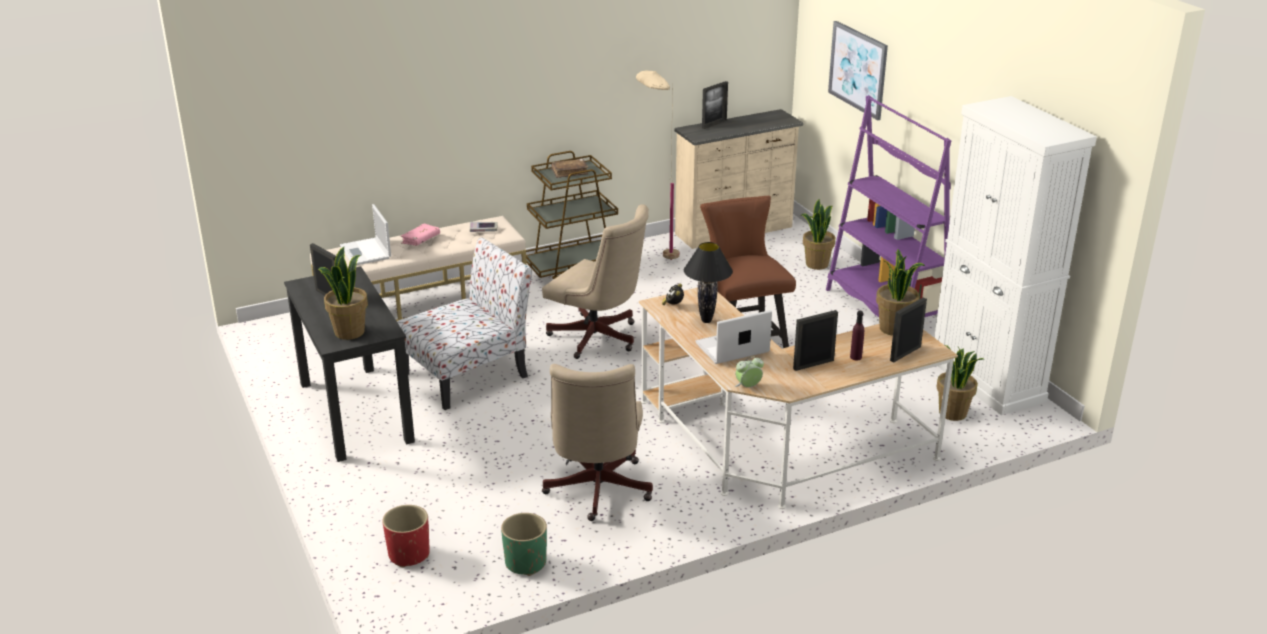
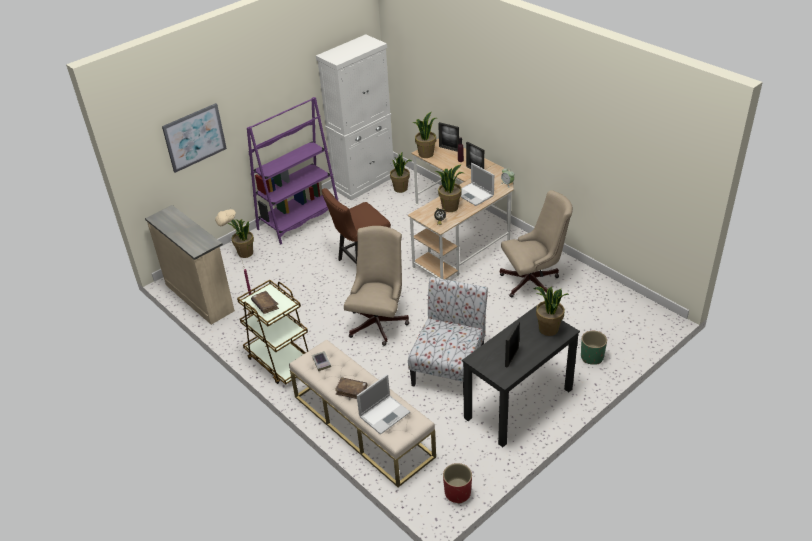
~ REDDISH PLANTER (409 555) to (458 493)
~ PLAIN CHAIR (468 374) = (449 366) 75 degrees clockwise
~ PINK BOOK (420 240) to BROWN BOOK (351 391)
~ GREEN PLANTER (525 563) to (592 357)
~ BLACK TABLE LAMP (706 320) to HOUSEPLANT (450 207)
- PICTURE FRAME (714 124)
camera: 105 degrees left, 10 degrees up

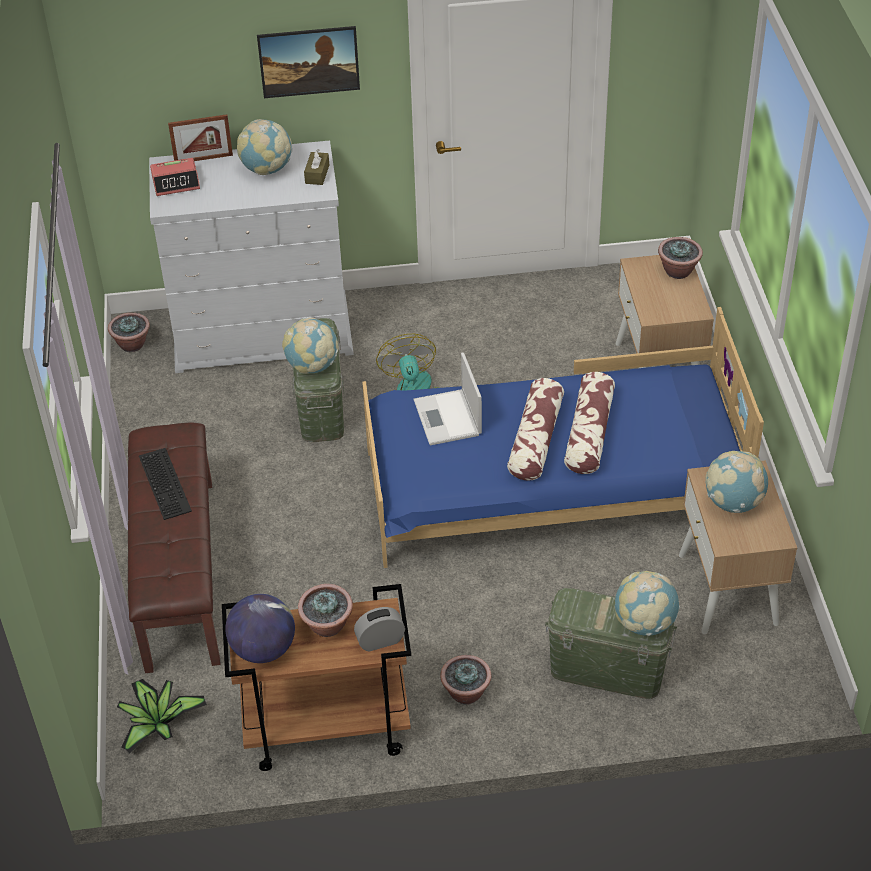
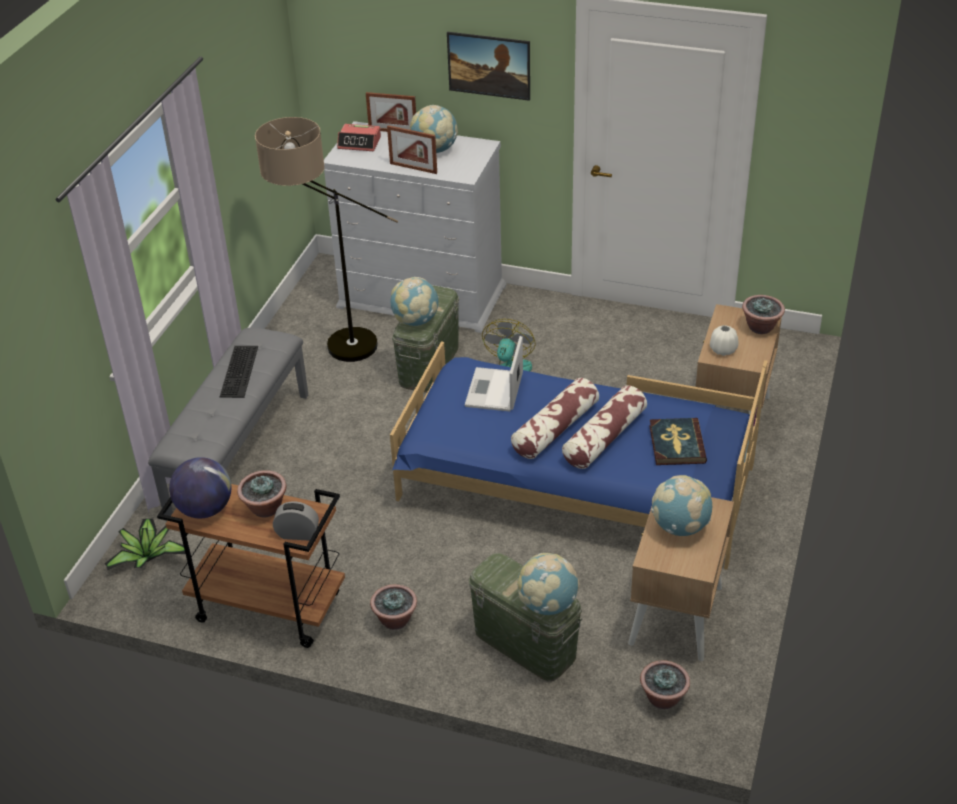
~ HOUSEPLANT (132 344) to (663 698)
~ BROWN LONG SEAT (178 573) to GRAY LONG SEAT (238 453)
- BROWN TISSUE HOLDER (317 174)
+ FLOOR LAMP (333 351)
+ PICTURE FRAME (413 168)
+ BOOK (676 444)
+ WHITISH FLOWER VASE (723 350)
camera: 25 degrees right, 5 degrees down

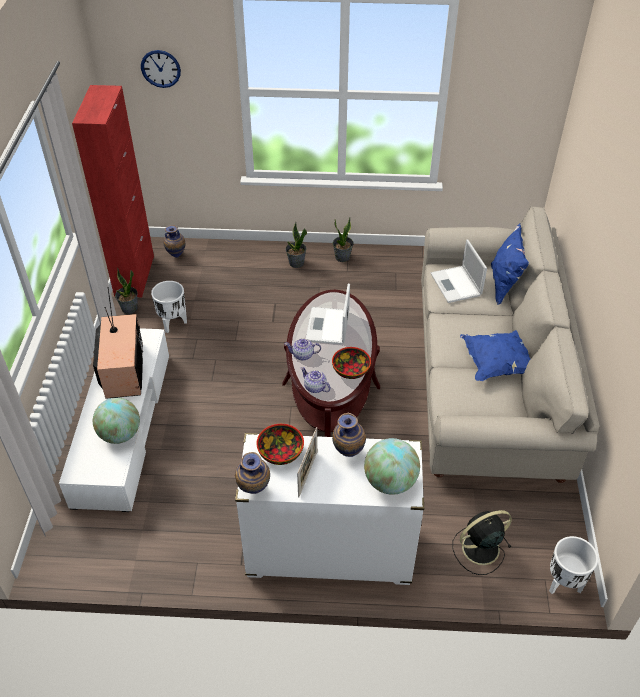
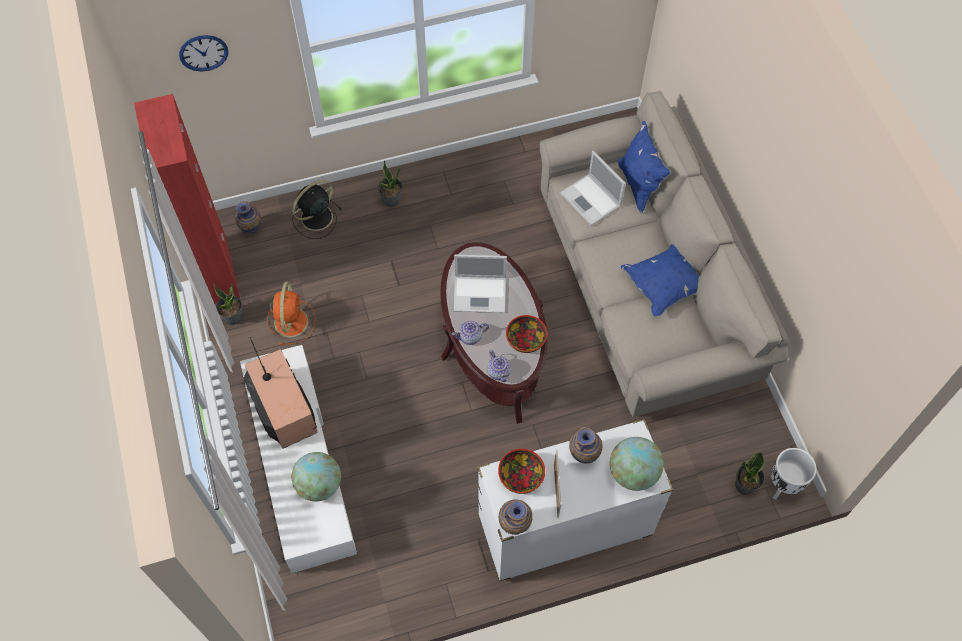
~ WHITISH PLANTER (173 323) to ORANGE COOLING FAN (291 321)
~ POT FOR TEA (315 387) = (499 371) 135 degrees counterclockwise
~ NOTEBOOK COMPUTER (327 327) = (481 294) 75 degrees counterclockwise
~ HOUSEPLANT (342 257) to (745 485)
~ BLACK COOLING FAN (479 549) to (315 218)
camera: 20 degrees left, 15 degrees up

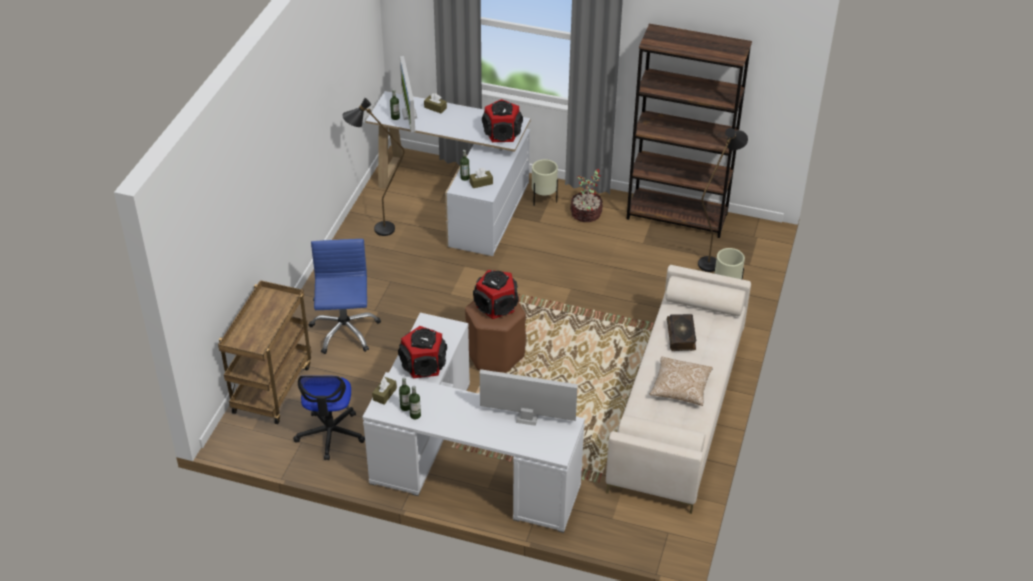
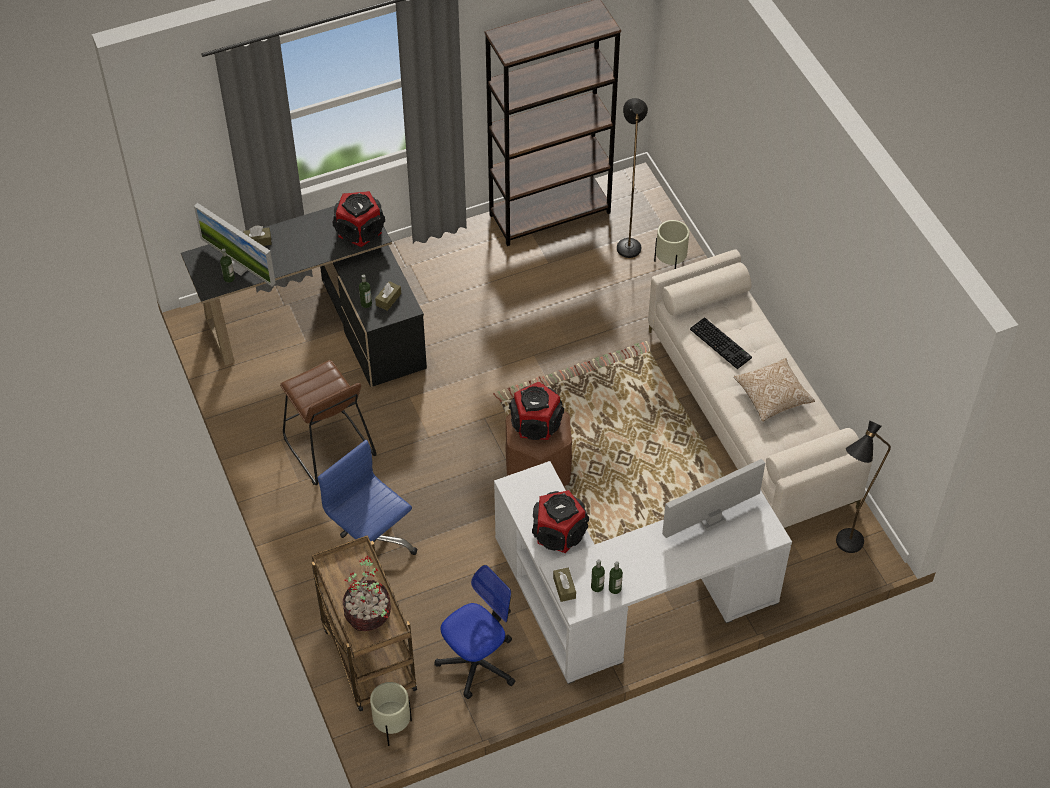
~ COMPUTER CHAIR (330 434) = (477 662) 90 degrees counterclockwise
~ BLACK FLOOR LAMP (376 230) to (844 548)
~ WHITISH DESK (459 198) to BLACK DESK (322 324)
~ SAND-COLOURED PLANTER (544 200) to (392 727)
~ HOUSEPLANT (586 214) to (368 614)
~ BOOK (681 336) to COMPUTER KEYBOARD (722 343)
+ BROWN STOOL SEAT (328 447)
camera: 40 degrees left, 10 degrees up

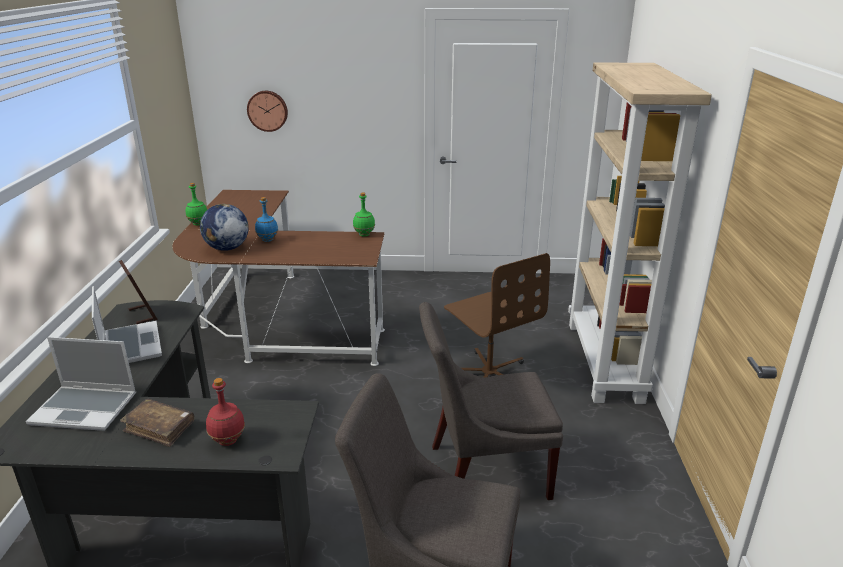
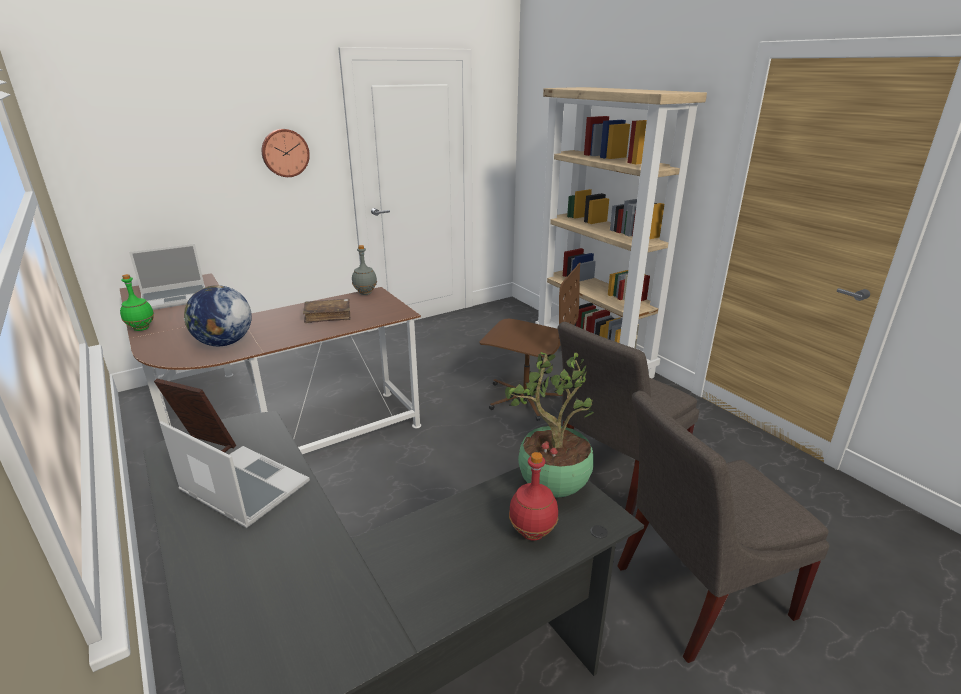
~ NOTEBOOK COMPUTER (86 408) to (176 298)
~ BROWN BOOK (160 428) to (328 316)
~ HANGING CLOCK (268 110) to (285 153)
- BLUISH DRINK BOTTLE (268 240)
~ GREEN DRINK BOTTLE (364 235) to GRAY DRINK BOTTLE (365 293)
+ HOUSEPLANT (551 488)
camera: 35 degrees left, 0 degrees up

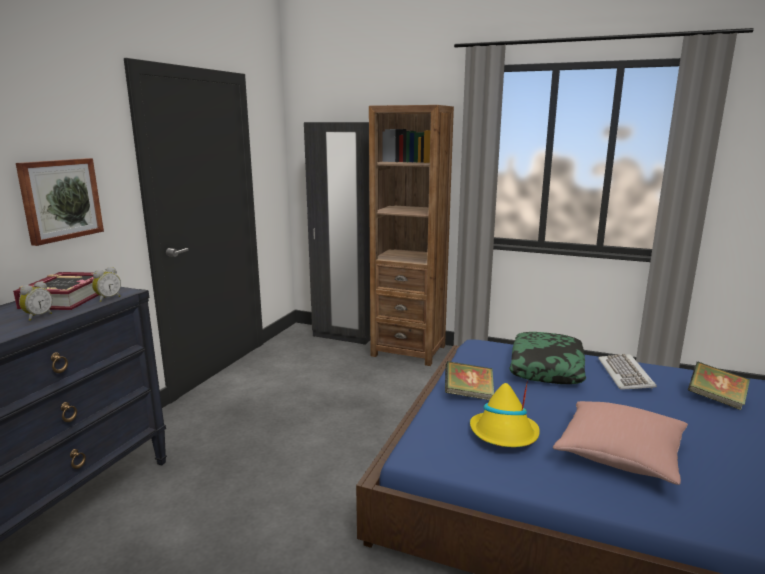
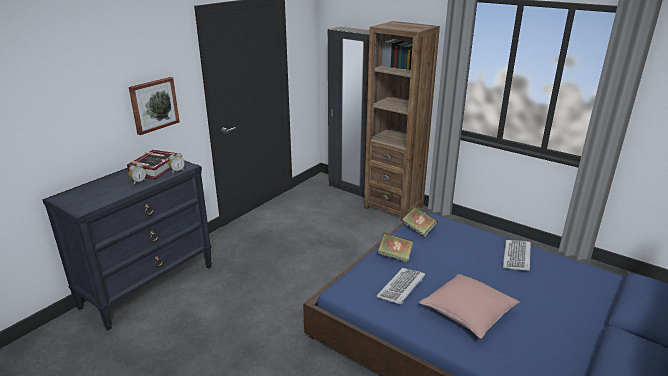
~ YELLOWISH HAT (504 434) to COMPUTER KEYBOARD (401 287)
- THROW PILLOW (547 367)
~ BOOK (715 399) to (418 229)
camera: 15 degrees right, 10 degrees up

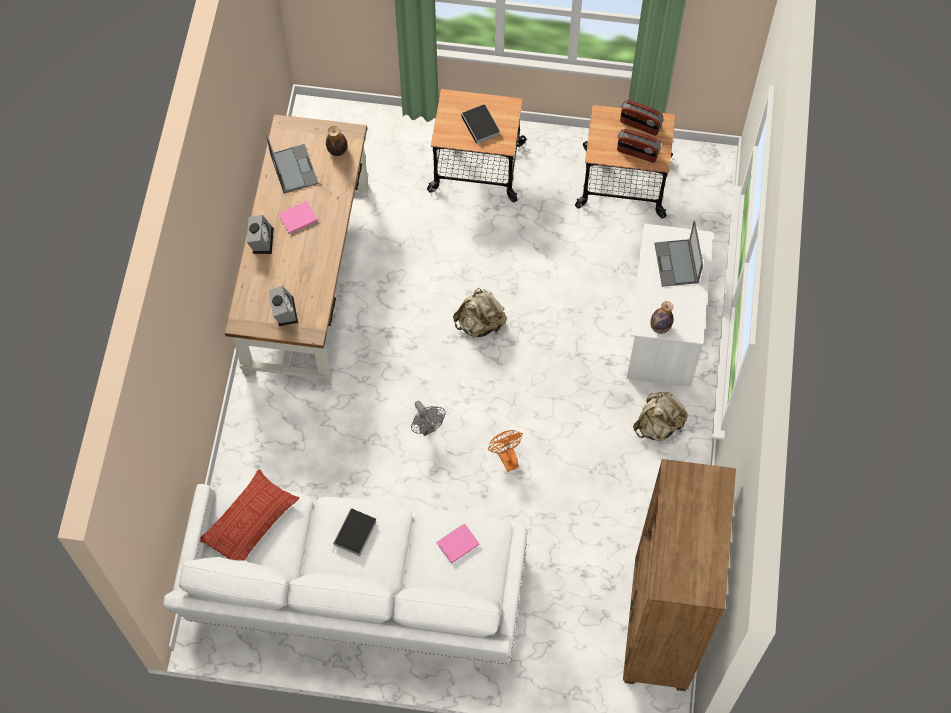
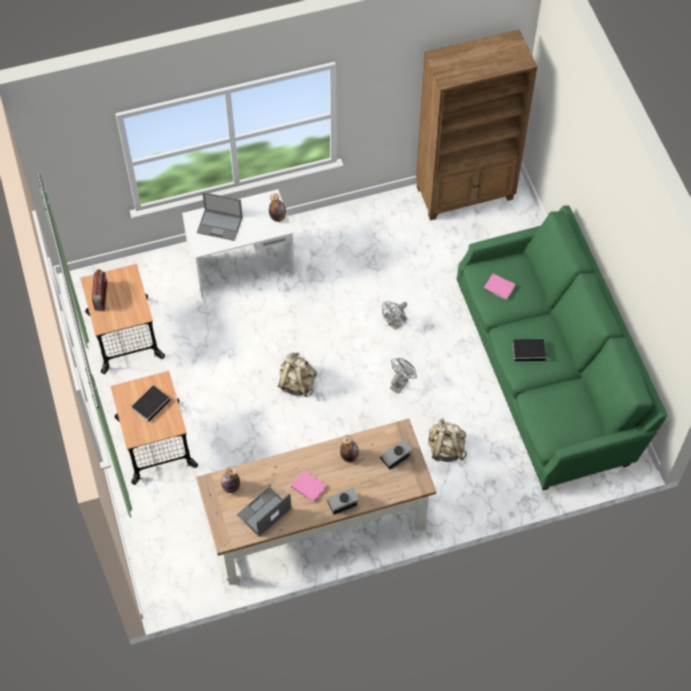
~ WHITISH SOFA (356 594) to GREEN SOFA (548 373)
- THROW PILLOW (250 521)
~ ORANGE COOLING FAN (506 457) to GRAY COOLING FAN (395 324)
- RADIO (637 153)
~ SAND-COLOURED BACKPACK (658 425) to (446 449)
~ NOTEBOOK COMPUTER (676 263) = (220 225) 45 degrees clockwise
+ DRINK BOTTLE (349 456)
camera: 115 degrees left, 5 degrees down

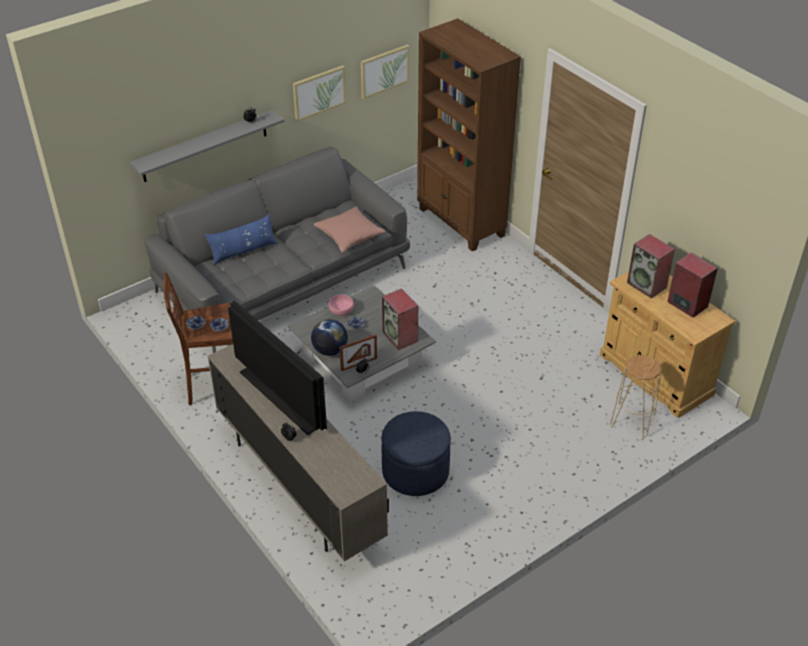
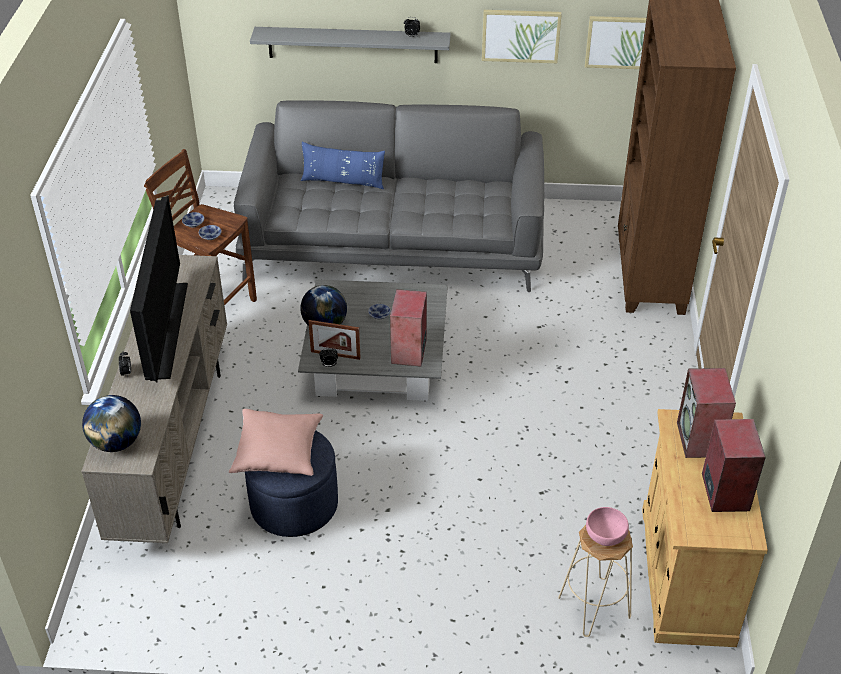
~ PINK THROW PILLOW (349 236) to (278 452)
~ PINK DEEP DISH (341 311) to (605 534)
+ GLOBE (116 443)
camera: 40 degrees right, 0 degrees up

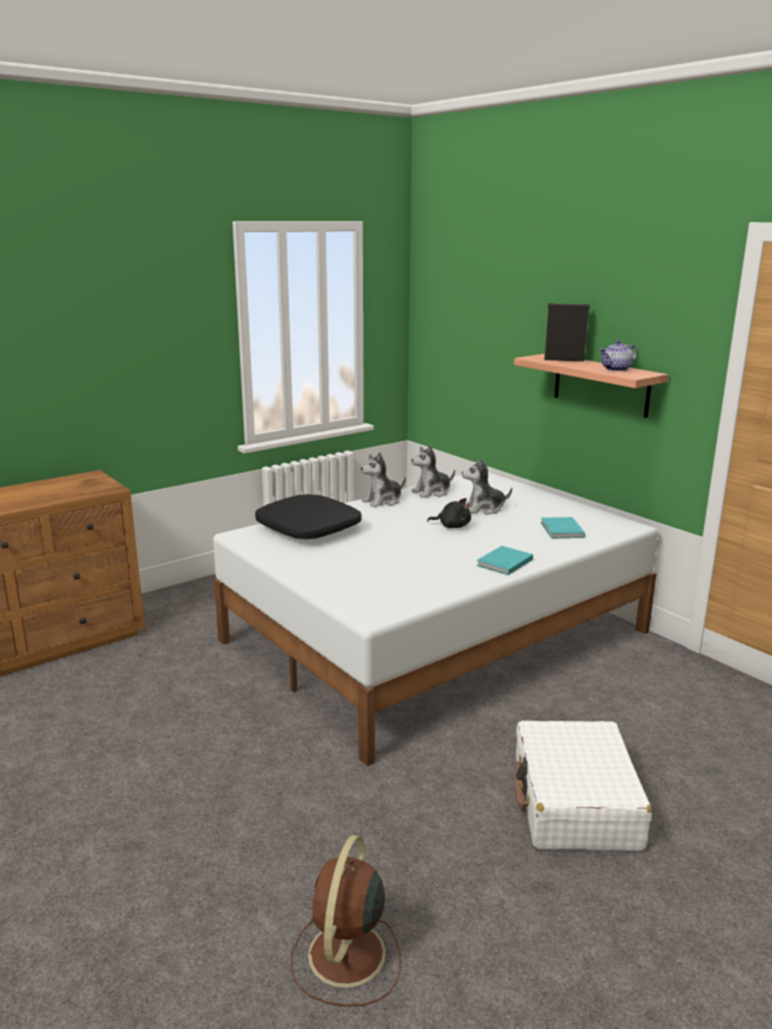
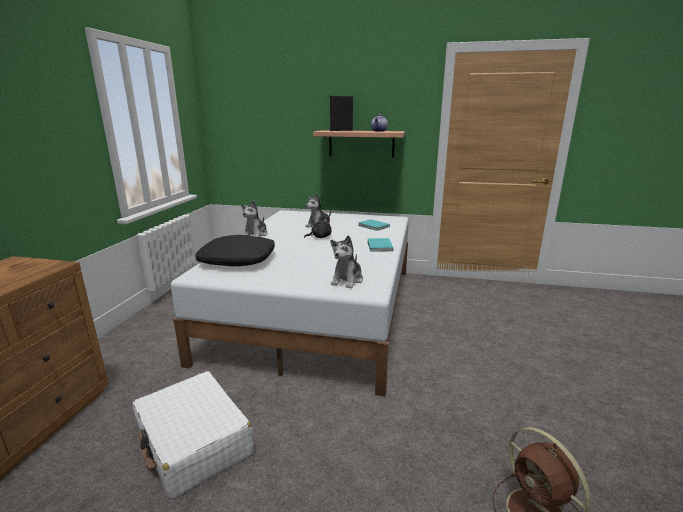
~ CUDDLY TOY (432 492) to (347 280)
~ WHITISH TRAVEL CASE (575 803) to (194 442)
camera: 40 degrees left, 0 degrees up

